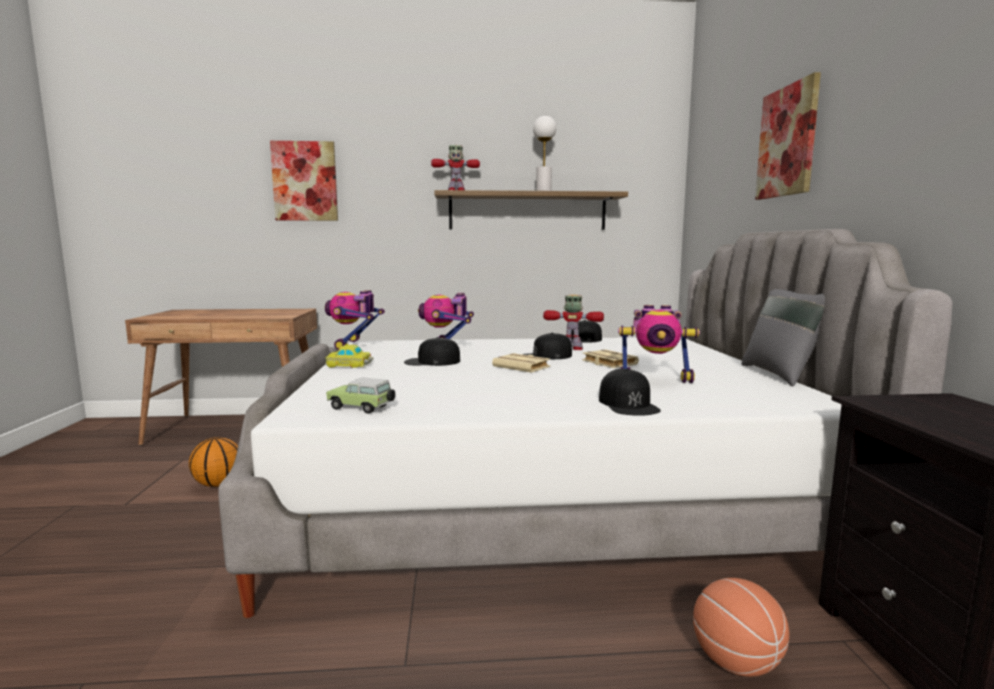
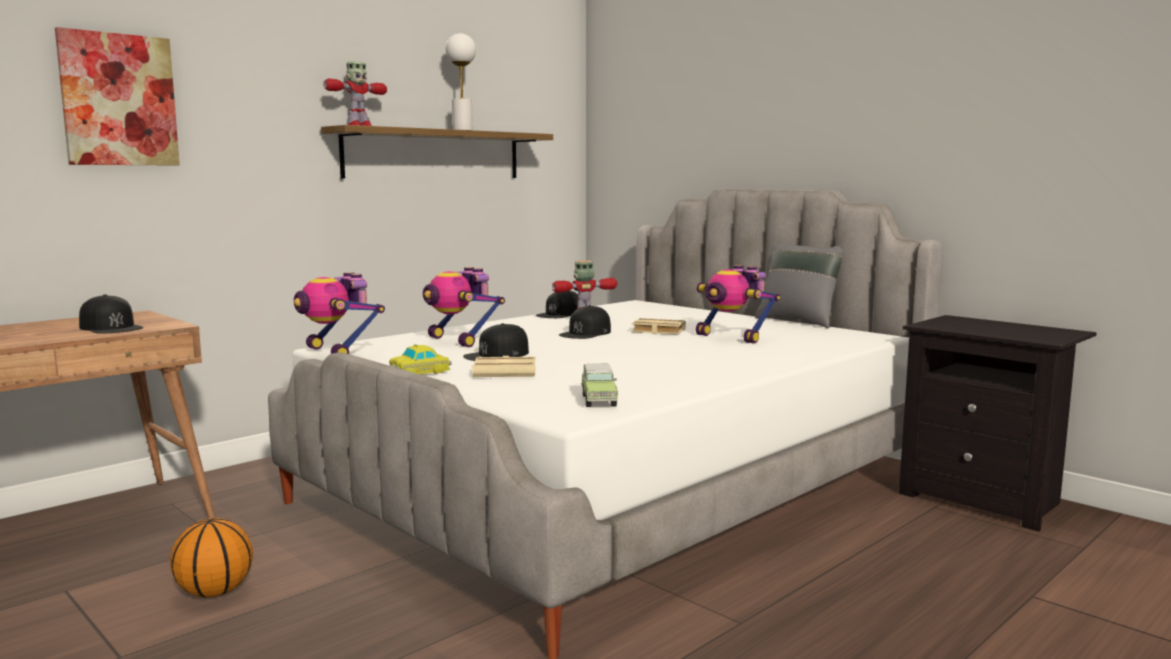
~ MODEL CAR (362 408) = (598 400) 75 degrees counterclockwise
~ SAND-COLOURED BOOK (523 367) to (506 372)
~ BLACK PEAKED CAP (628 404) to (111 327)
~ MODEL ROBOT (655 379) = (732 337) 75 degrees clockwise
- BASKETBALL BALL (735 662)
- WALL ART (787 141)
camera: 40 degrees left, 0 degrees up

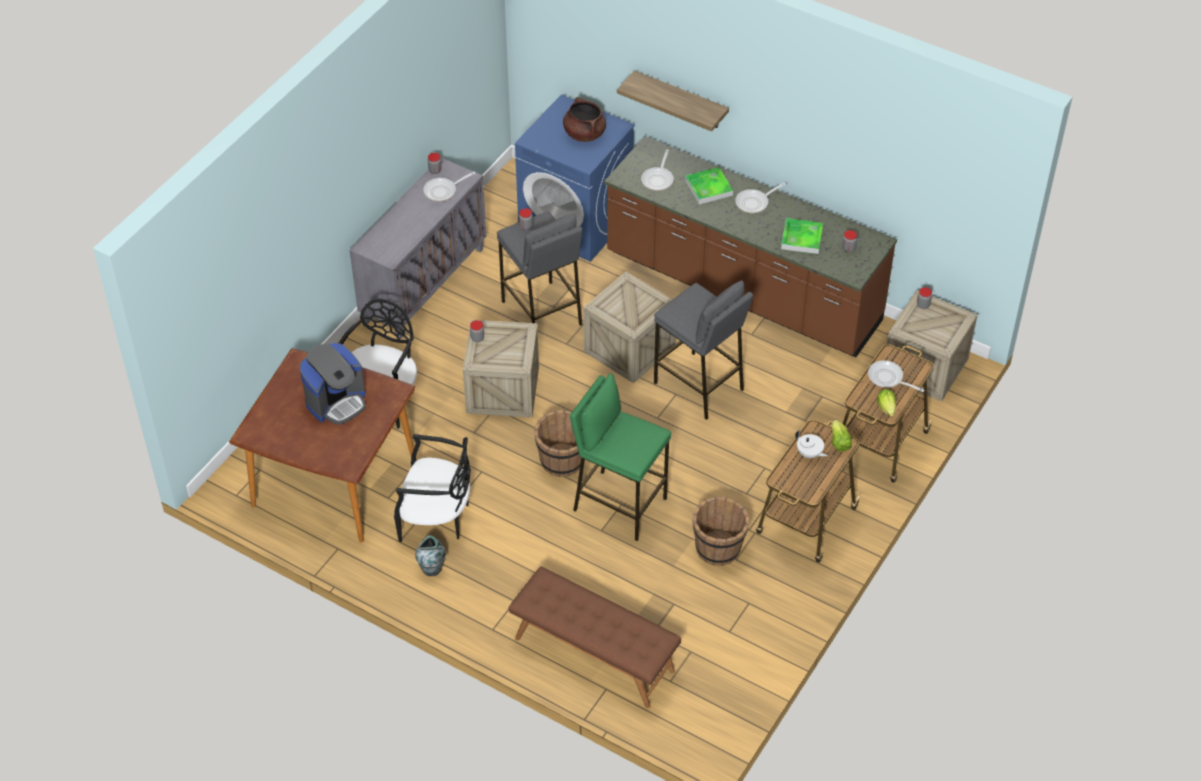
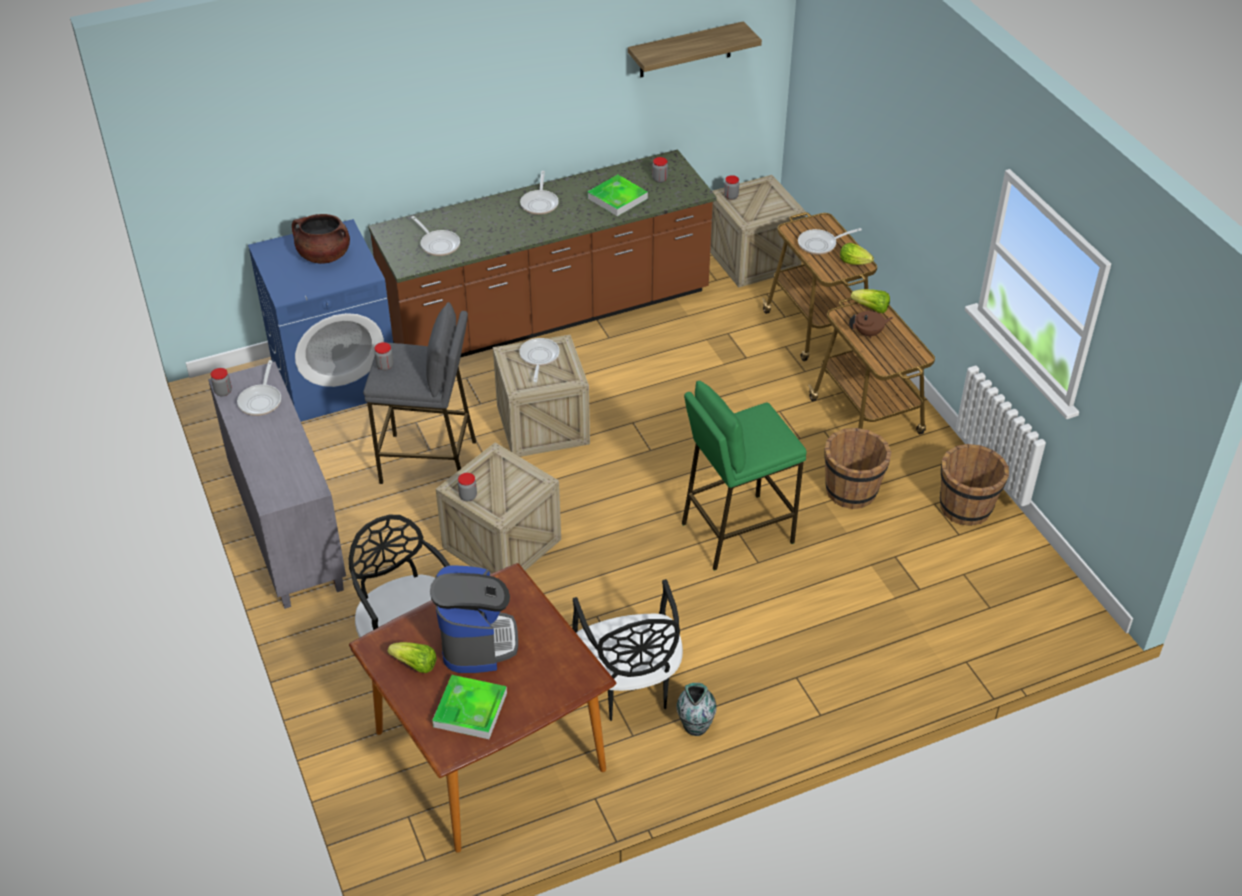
~ BLACK PLAIN CHAIR (436 518) = (628 686) 120 degrees clockwise
- BROWN LONG SEAT (593 655)
~ BROWN WATER BUCKET (562 461) to (966 508)
~ SHELF (680 100) to (685 50)
- GRAY STOOL SEAT (699 386)
~ SERVING TRAY (708 188) to (470 710)
~ WHITISH POT FOR TEA (809 454) to BROWN POT FOR TEA (868 333)
+ LETTUCE HEAD (415 665)
+ FRYING PAN (539 358)
camera: 55 degrees left, 5 degrees down

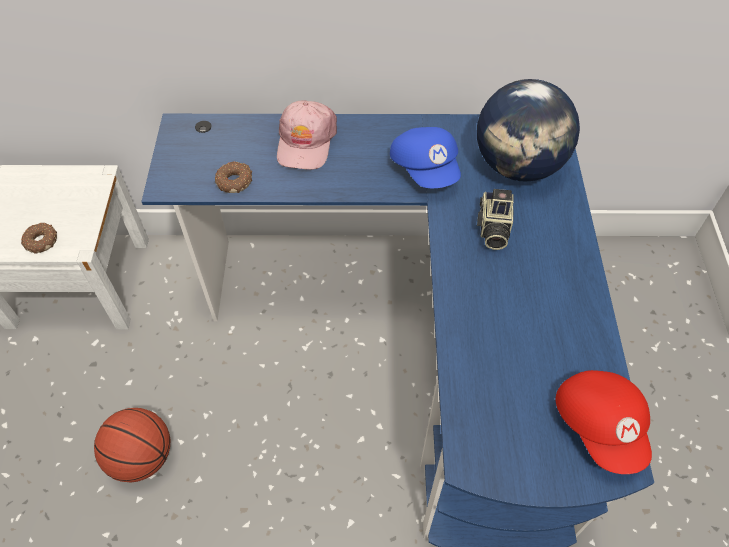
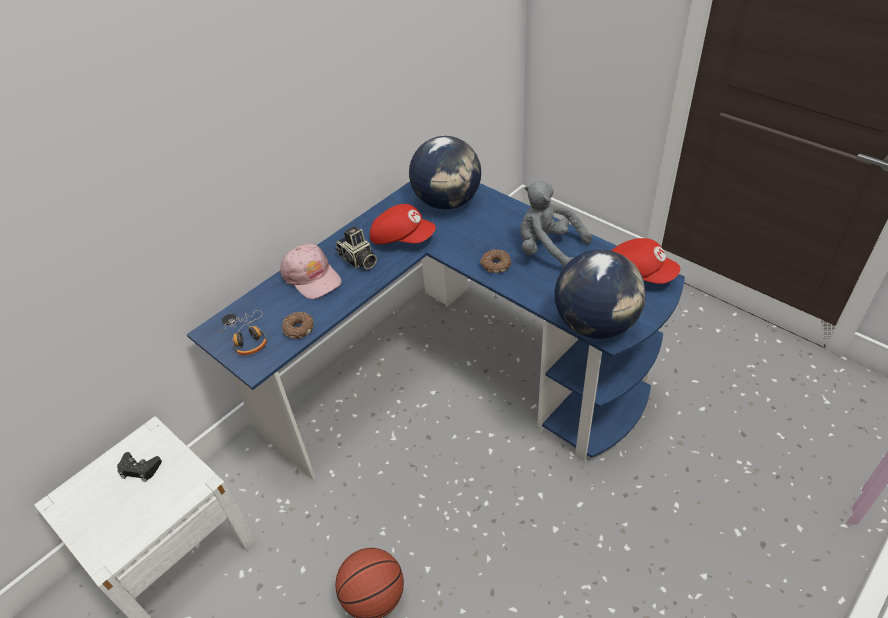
~ DONUT (41 241) to (495 265)
~ BLUISH PEAKED CAP (426 169) to REDDISH PEAKED CAP (402 238)
~ STILL CAMERA (492 229) to (358 260)
+ BLACK GAMEPAD (140 469)
+ HEADPHONES (248 338)
+ GRAY CUDDLY TOY (548 250)
+ GLOBE (595 324)
camera: 45 degrees left, 10 degrees down

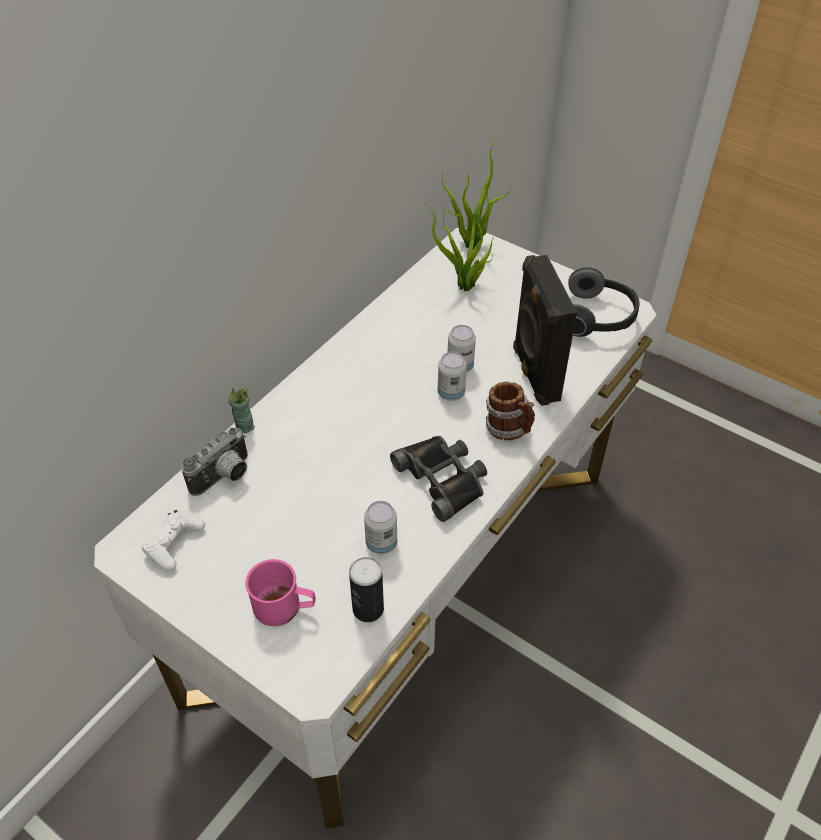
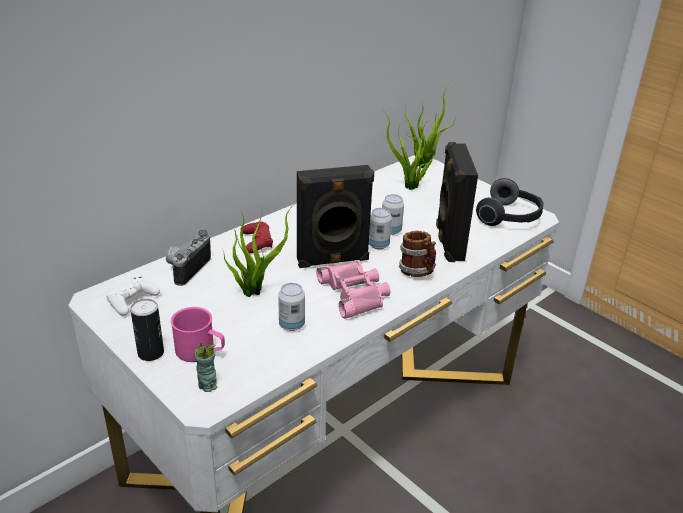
~ STILL CAMERA (225 477) = (186 268) 150 degrees clockwise
~ SMALL CUP (244 426) to (207 385)
~ METAL CAN (368 608) to (151 353)
~ BLACK BINOCULARS (443 478) to PINK BINOCULARS (355 293)
+ HOUSEPLANT (254 290)
+ REDDISH GAMEPAD (257 242)
+ BLACK AUDIO SPEAKER (333 261)
camera: 10 degrees right, 15 degrees down

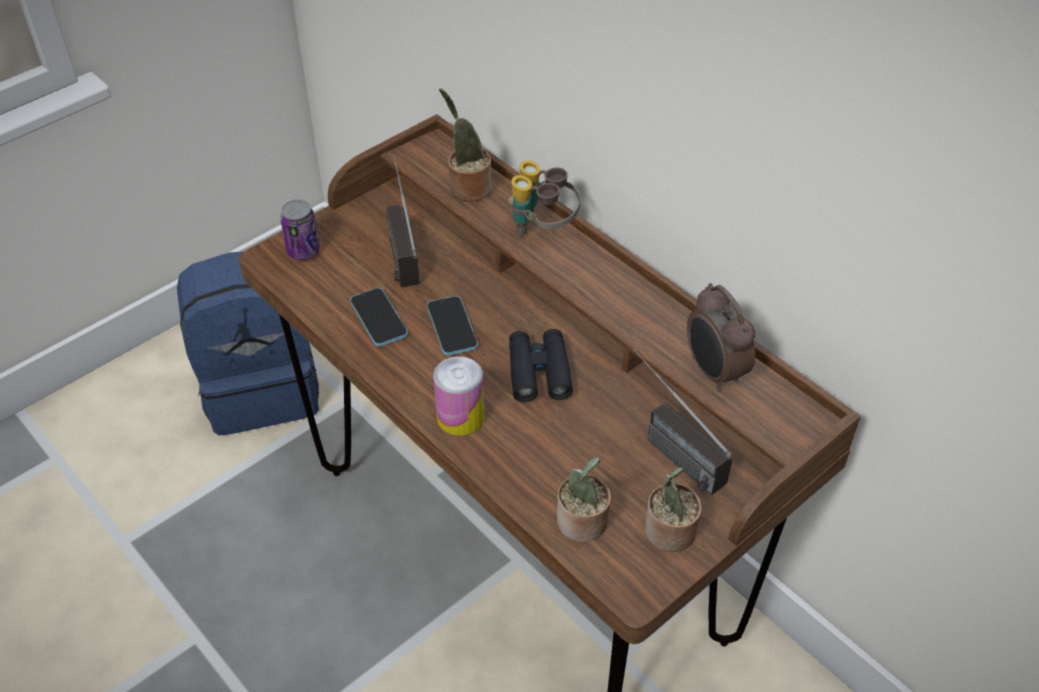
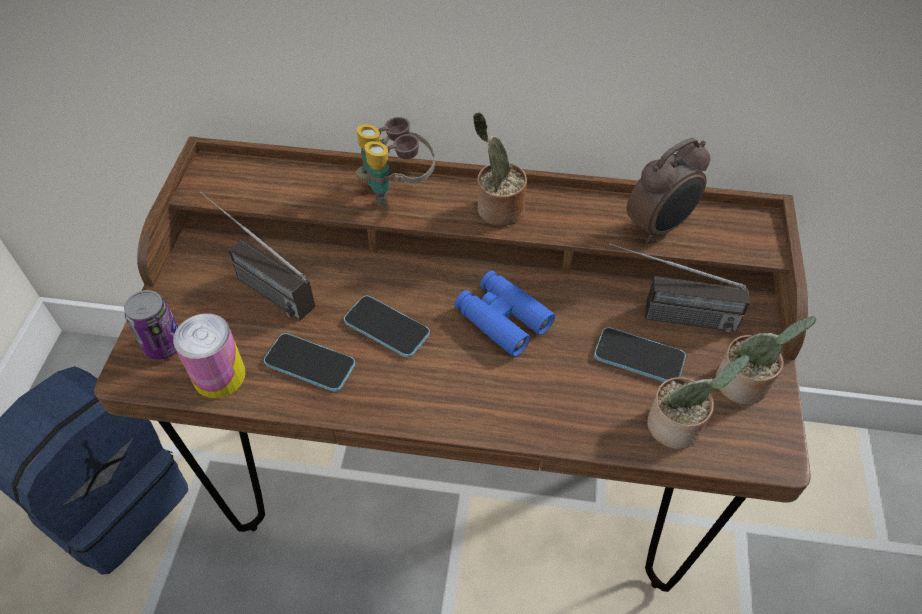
~ METAL CAN (460 416) to (219 375)
~ HOUSEPLANT (467 187) to (497 210)
~ BLACK BINOCULARS (539 372) to BLUISH BINOCULARS (502 319)
~ ALARM CLOCK (713 372) = (659 227) 60 degrees counterclockwise
+ TELEPHONE (639 357)
camera: 40 degrees left, 5 degrees up

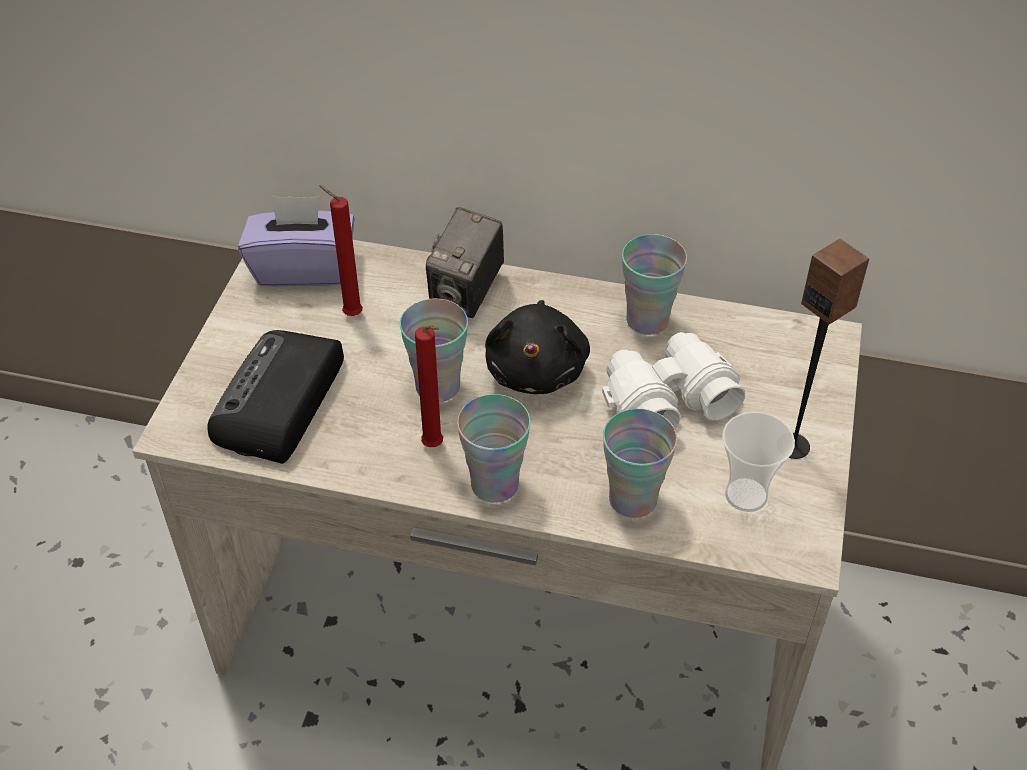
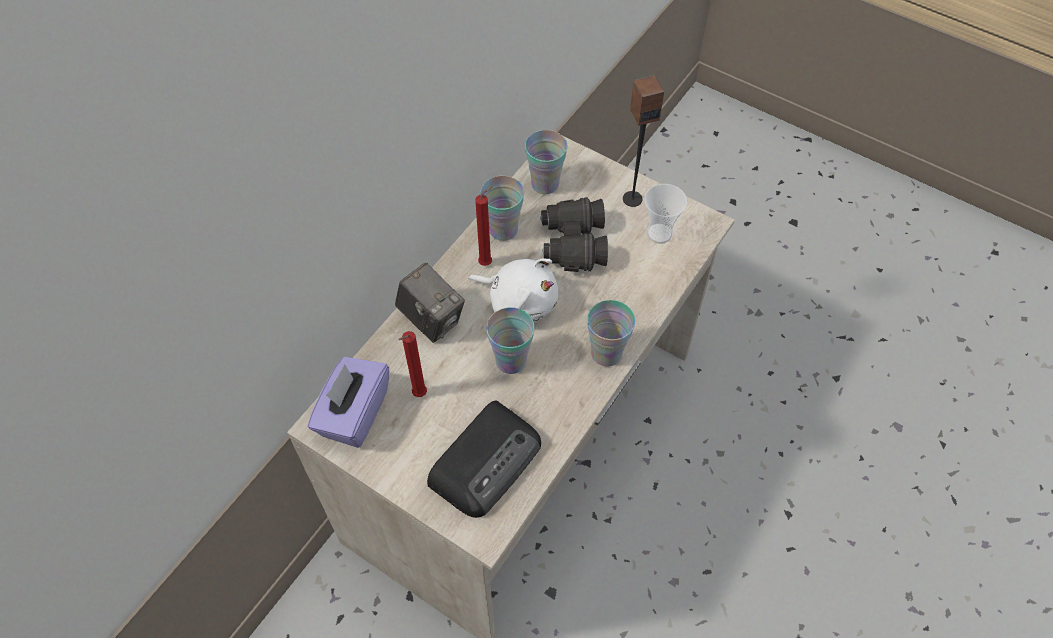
~ RADIO (278 404) = (486 461) 90 degrees counterclockwise
~ REDDISH CANDLE (435 447) to (487 262)
~ BLACK CUDDLY TOY (537 369) to WHITISH CUDDLY TOY (519 301)
~ WHITISH BINOCULARS (667 399) to BLACK BINOCULARS (573 243)
~ SMALL CUP (633 499) to (545 184)
camera: 70 degrees left, 10 degrees up

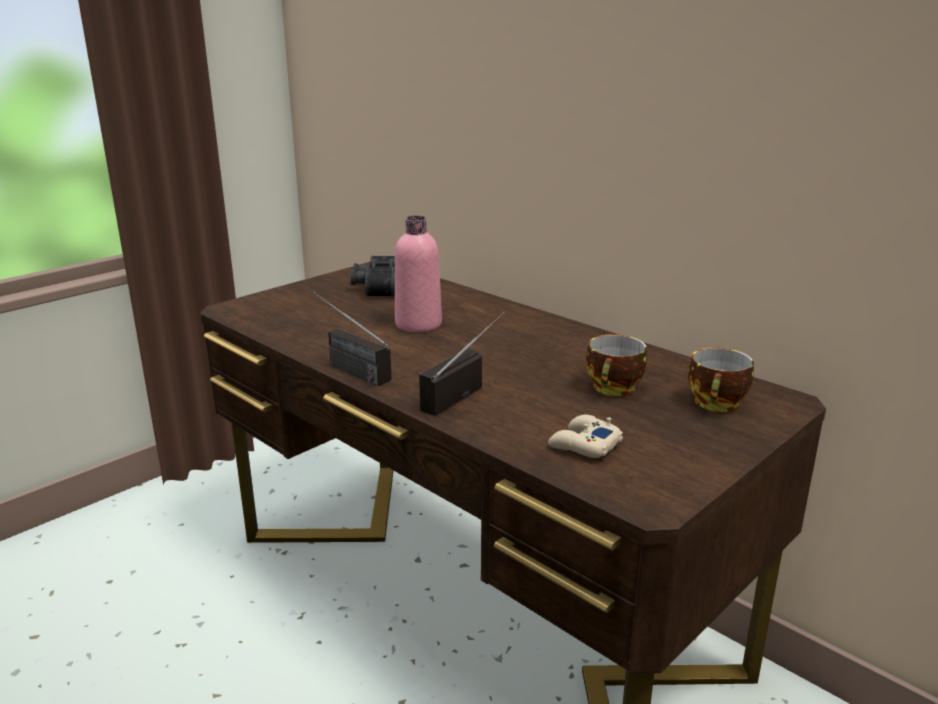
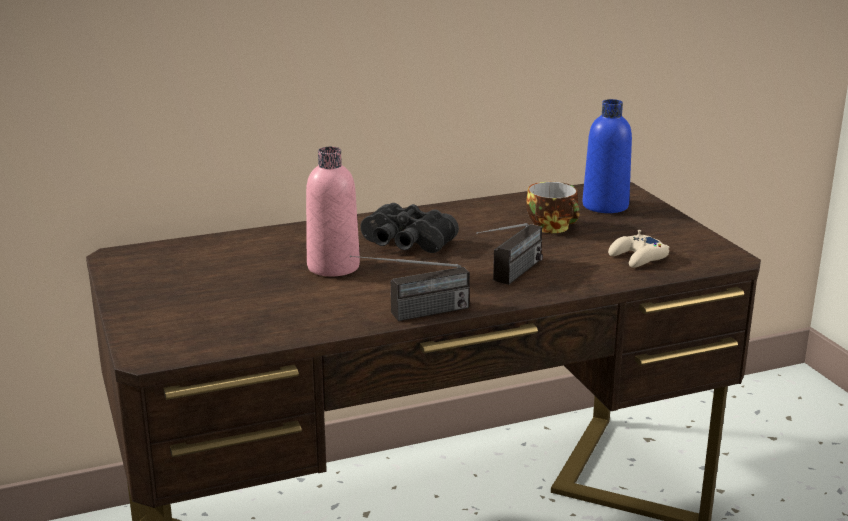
~ BLACK BINOCULARS (378 287) to (405 244)
~ RADIO (462 391) = (510 277) 120 degrees counterclockwise
~ SMALL CUP (718 404) to BLUISH DRINK BOTTLE (605 206)
camera: 65 degrees left, 0 degrees up

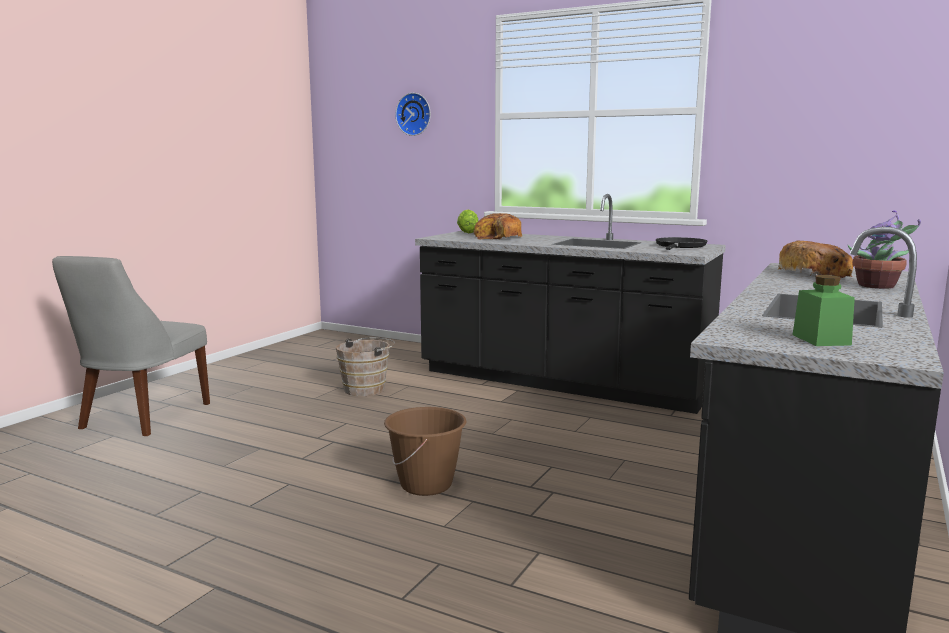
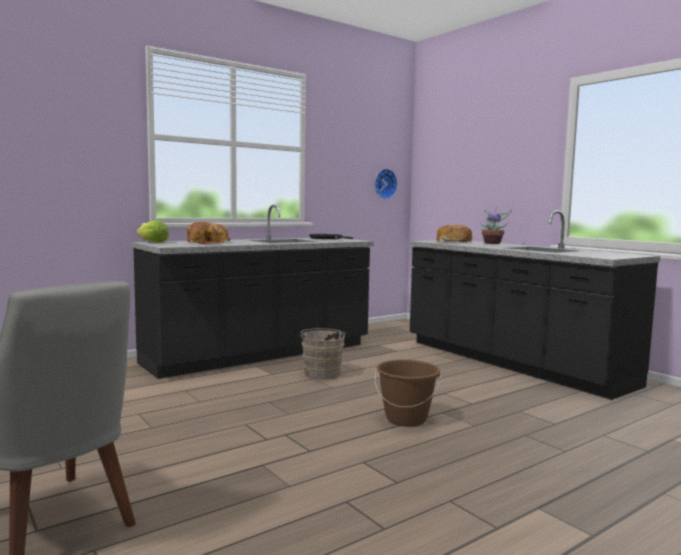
~ BROWN WATER BUCKET (367 389) to (322 373)
~ HANGING CLOCK (414 114) to (384 184)
- GREEN JAR (821 340)
camera: 65 degrees left, 5 degrees down

